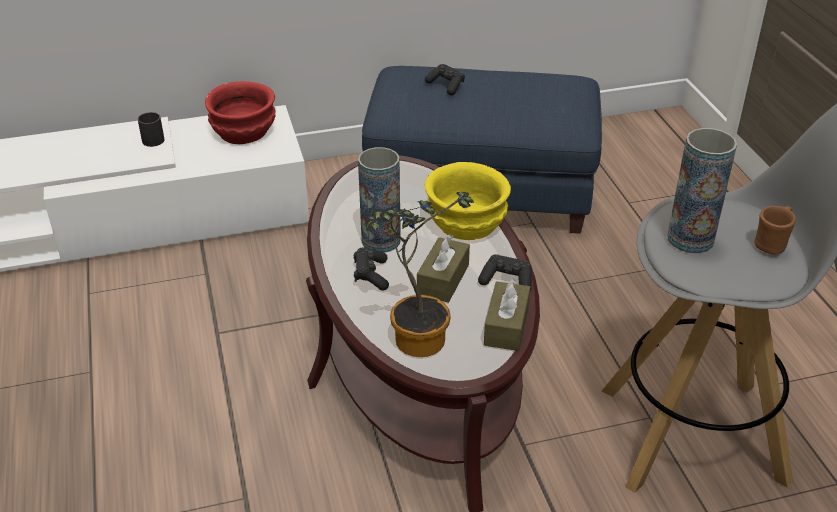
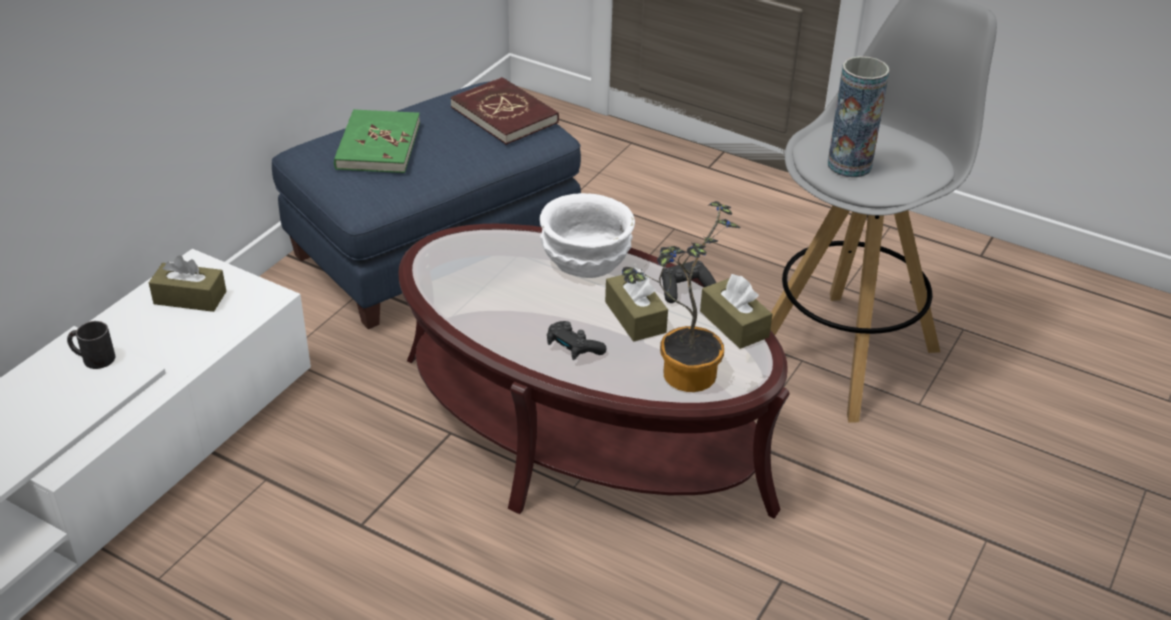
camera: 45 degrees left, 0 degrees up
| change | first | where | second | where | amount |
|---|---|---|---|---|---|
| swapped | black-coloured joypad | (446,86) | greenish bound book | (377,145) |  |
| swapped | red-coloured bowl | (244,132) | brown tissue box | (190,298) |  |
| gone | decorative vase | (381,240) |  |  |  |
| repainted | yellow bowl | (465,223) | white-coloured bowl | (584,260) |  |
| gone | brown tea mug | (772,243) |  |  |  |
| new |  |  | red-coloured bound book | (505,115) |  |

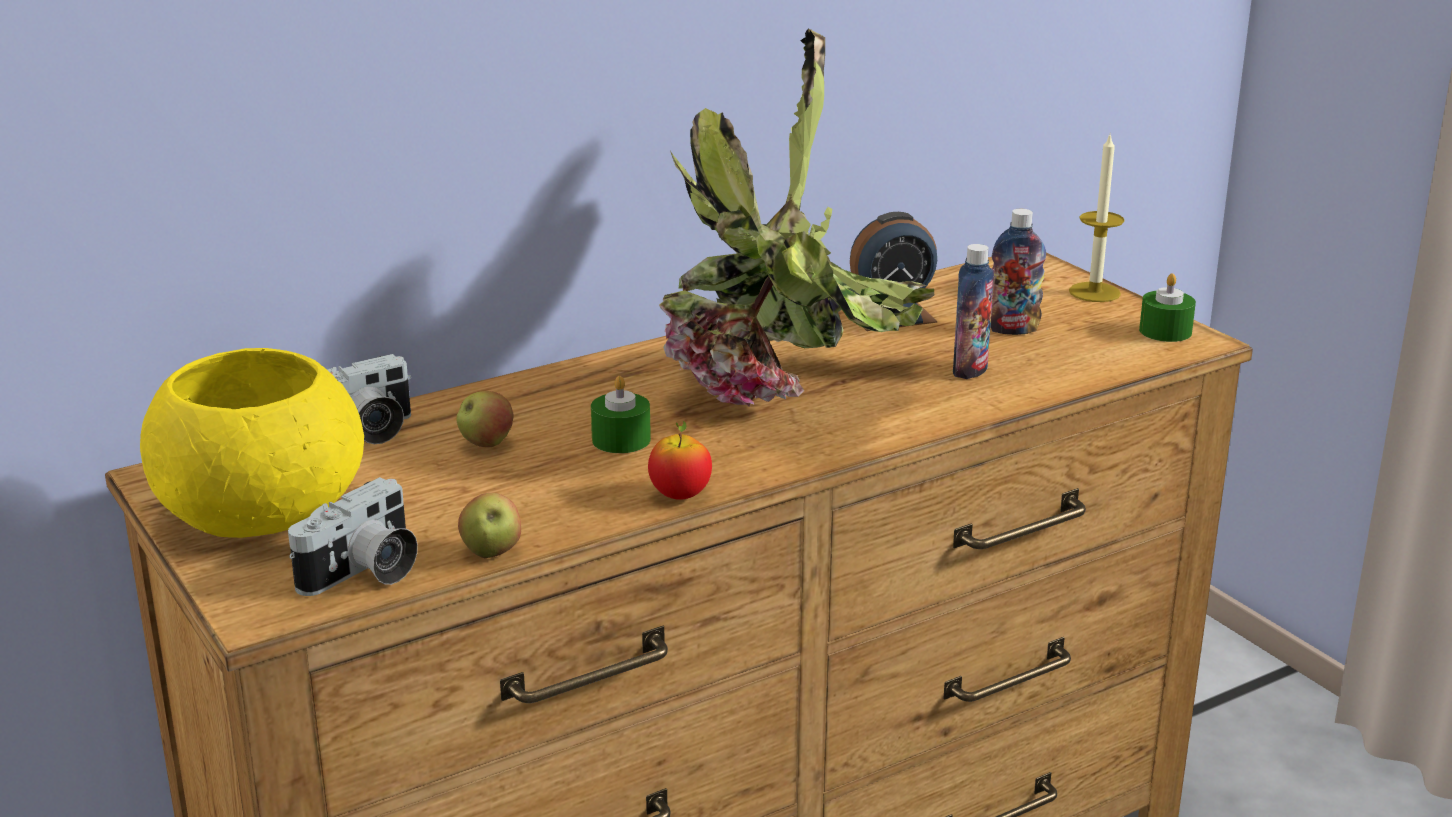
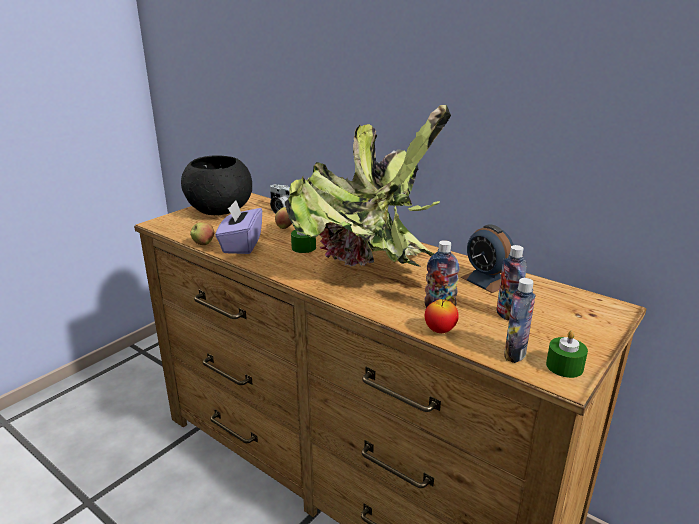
camera: 70 degrees right, 0 degrees up
| change | first | where | second | where | amount |
|---|---|---|---|---|---|
| gone | candle | (1094,292) |  |  |  |
| repainted | yellow bowl | (265,513) | black-coloured bowl | (220,211) |  |
| shifted | apple fruit | (680,495) |  | (440,330) |  |
| gone | still camera | (364,573) |  |  |  |
| new |  |  | purple-coloured tissue box | (241,245) |  |
| new |  |  | bottle | (515,354) |  |

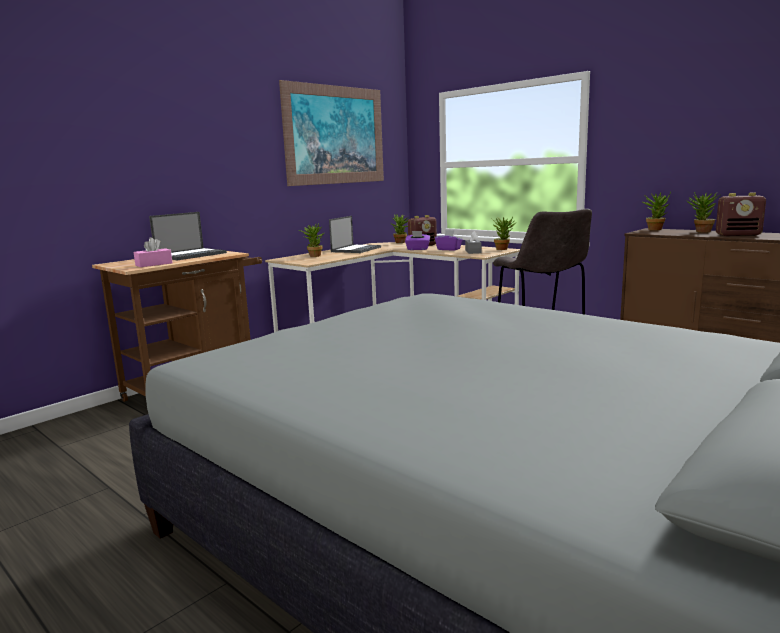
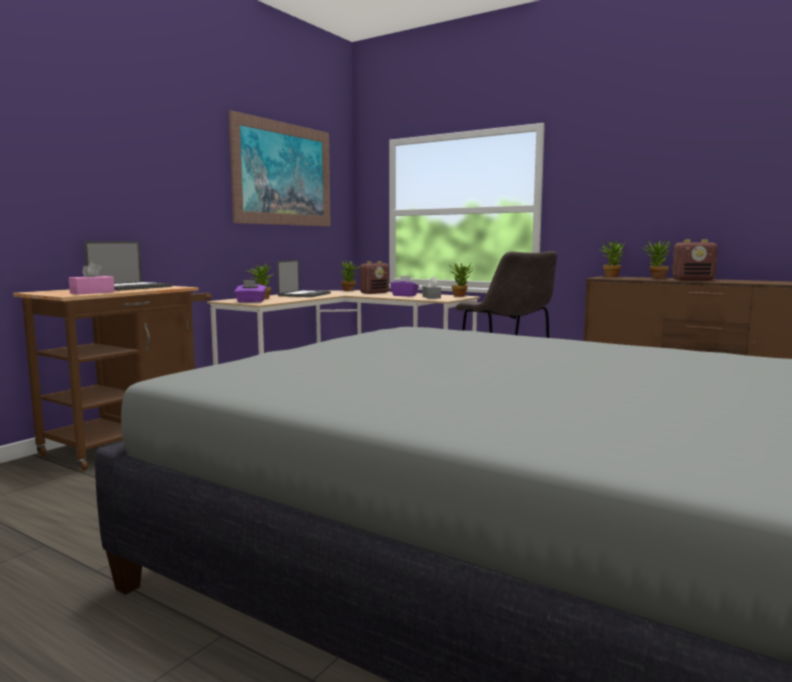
camera: 10 degrees left, 5 degrees down
| change | first | where | second | where | amount |
|---|---|---|---|---|---|
| shifted | purple-coloured tissue box | (417,249) |  | (250,302) |  |

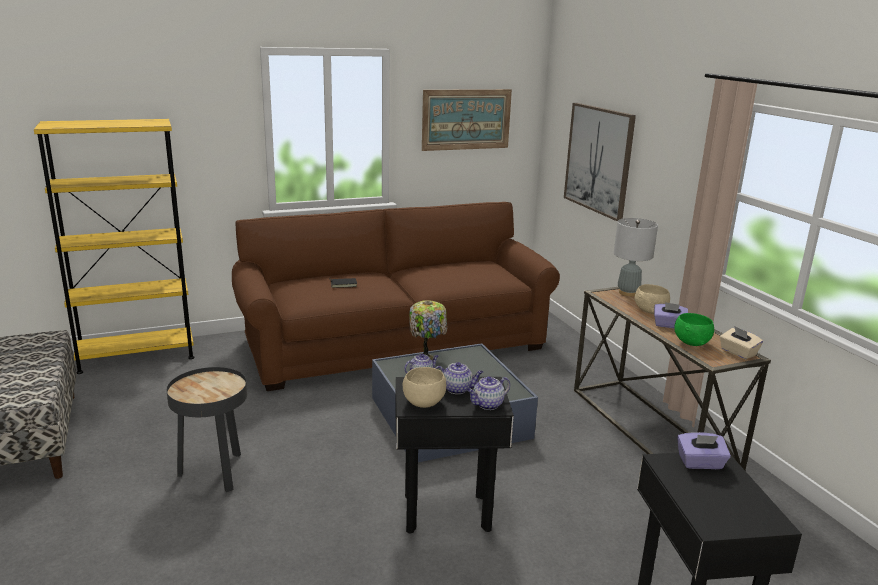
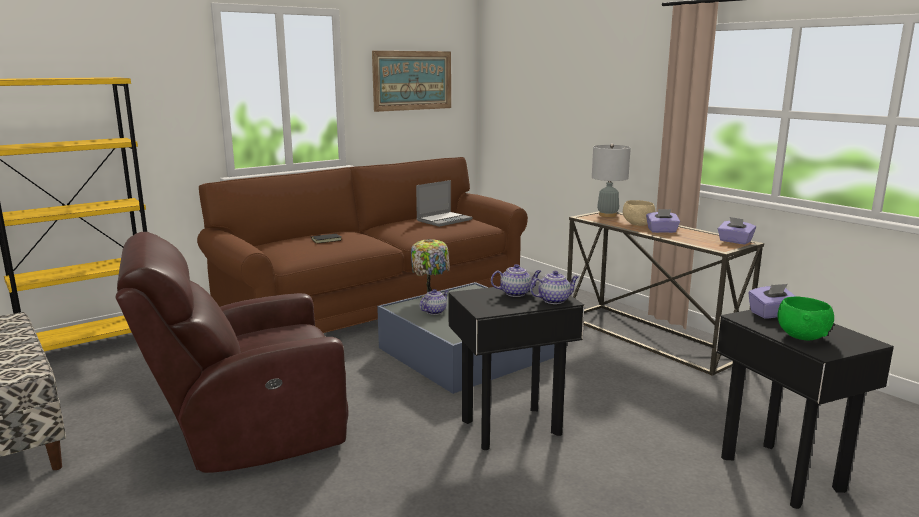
camera: 15 degrees left, 5 degrees down
| change | first | where | second | where | amount |
|---|---|---|---|---|---|
| gone | wall art | (598,159) |  |  |  |
| shifted | greenish bowl | (692,342) |  | (802,336) |  |
| repainted | beige tissue box | (738,353) | purple-coloured tissue box | (735,241) |  |
| swapped | black-coloured side table | (215,472) | brown lounge chair | (247,434) |  |
| gone | beige bowl | (424,403) |  |  |  |
| rotated | pot for tea | (487,405) |  | (554,300) | 150 degrees counterclockwise |
| new |  |  | laptop | (444,220) |  |

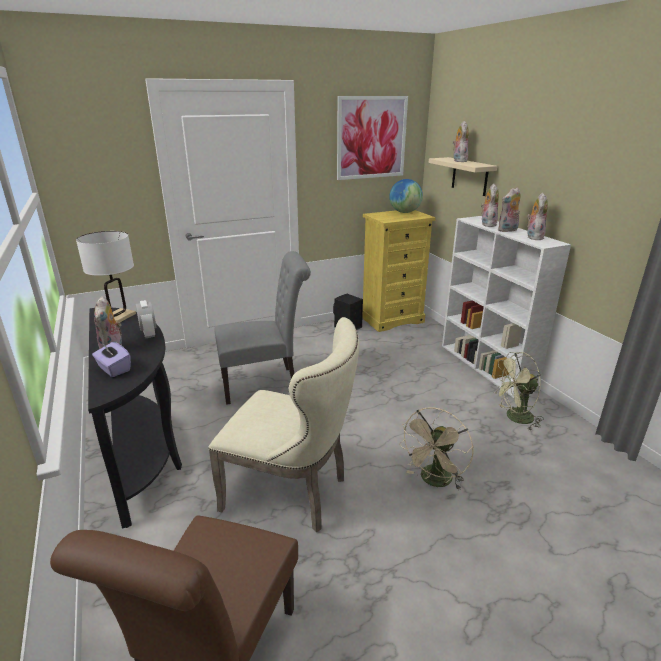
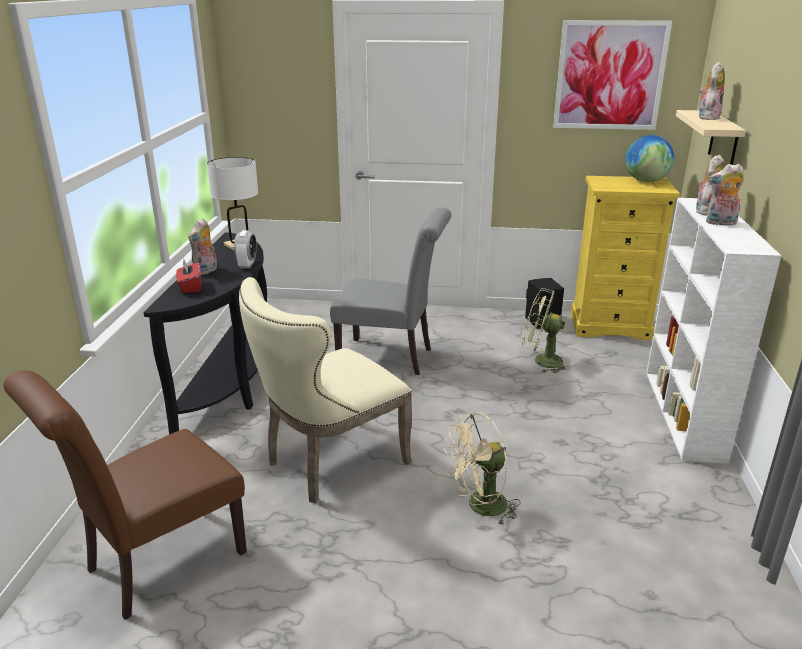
camera: 30 degrees right, 0 degrees up
| change | first | where | second | where | amount |
|---|---|---|---|---|---|
| gone | plush toy | (533,237) |  |  |  |
| rotated | beige chair | (293,492) |  | (328,464) | 90 degrees clockwise |
| repainted | purple-coloured tissue box | (114,369) | red-coloured tissue box | (190,287) |  |
| shifted | greenish electric fan | (514,418) |  | (541,361) |  |

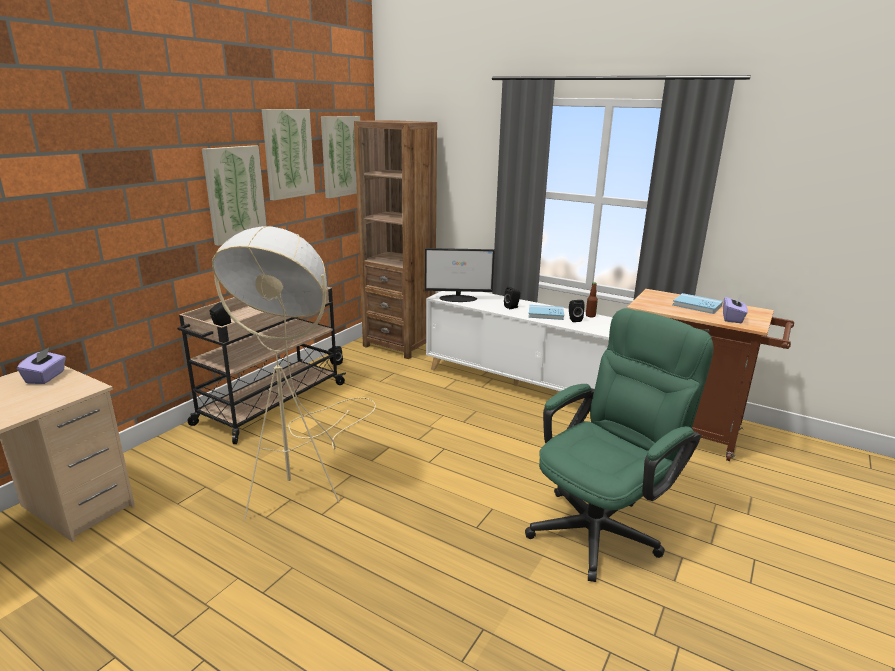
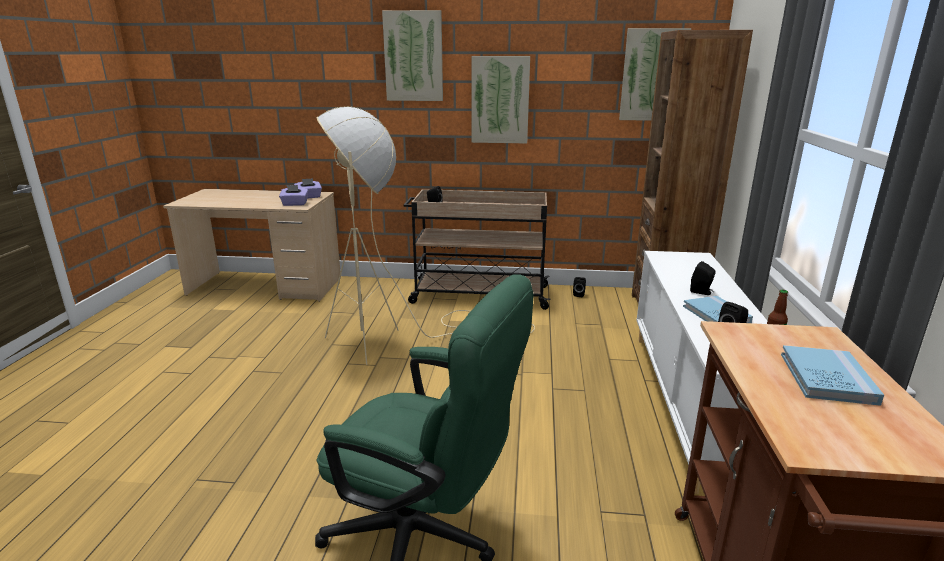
camera: 65 degrees right, 0 degrees up
| change | first | where | second | where | amount |
|---|---|---|---|---|---|
| shifted | wall art | (288,153) |  | (413,56) |  |
| gone | computer display | (458,298) |  |  |  |
| shifted | purple-coloured tissue box | (732,318) |  | (295,204) |  |

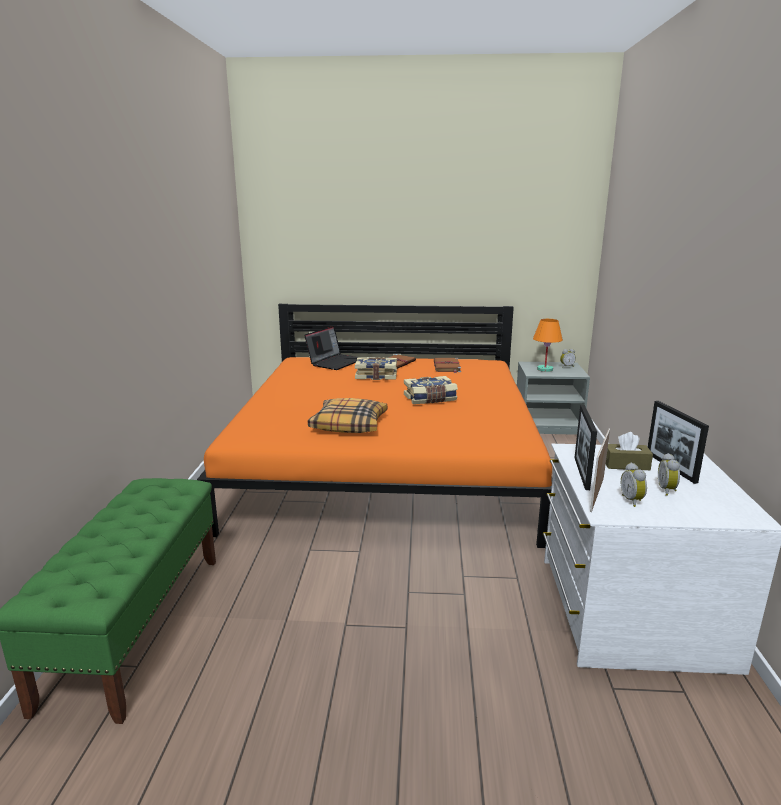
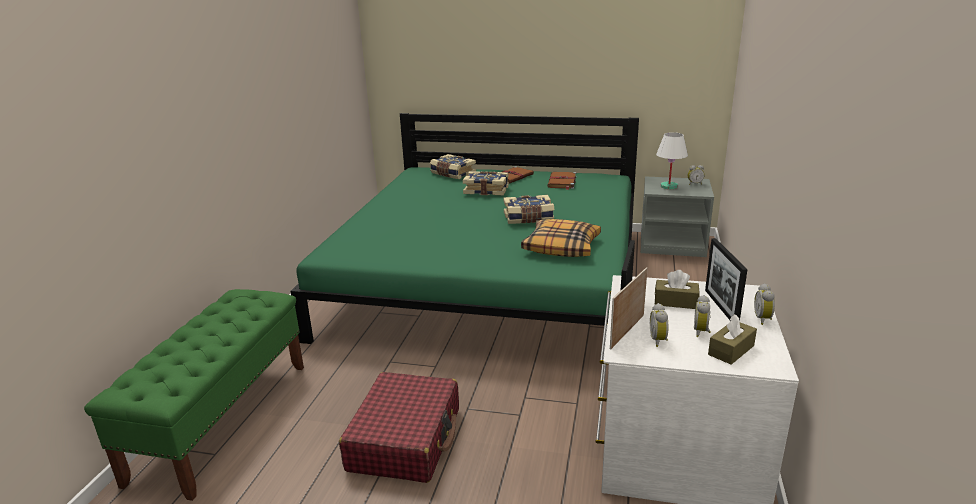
camera: 10 degrees right, 5 degrees up
| change | first | where | second | where | amount |
|---|---|---|---|---|---|
| repainted | orange bedroom bed | (387,463) | greenish bedroom bed | (491,279) |  |
| repainted | orange table lamp | (544,369) | white-coloured table lamp | (668,186) |  |
| swapped | laptop | (335,362) | bound book | (452,174) |  |
| shifted | pillow | (349,424) |  | (562,247) |  |
| new |  |  | bedside clock | (763,319) |  |
| new |  |  | brown tissue box | (731,350) |  |
| new |  |  | red-coloured piece of luggage | (405,439) |  |

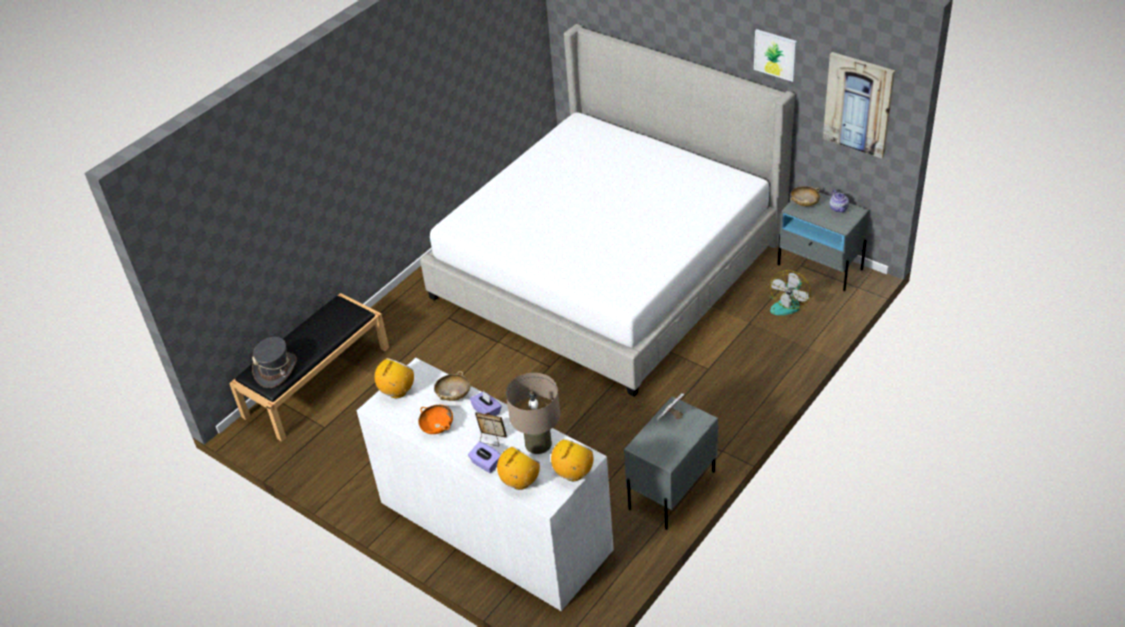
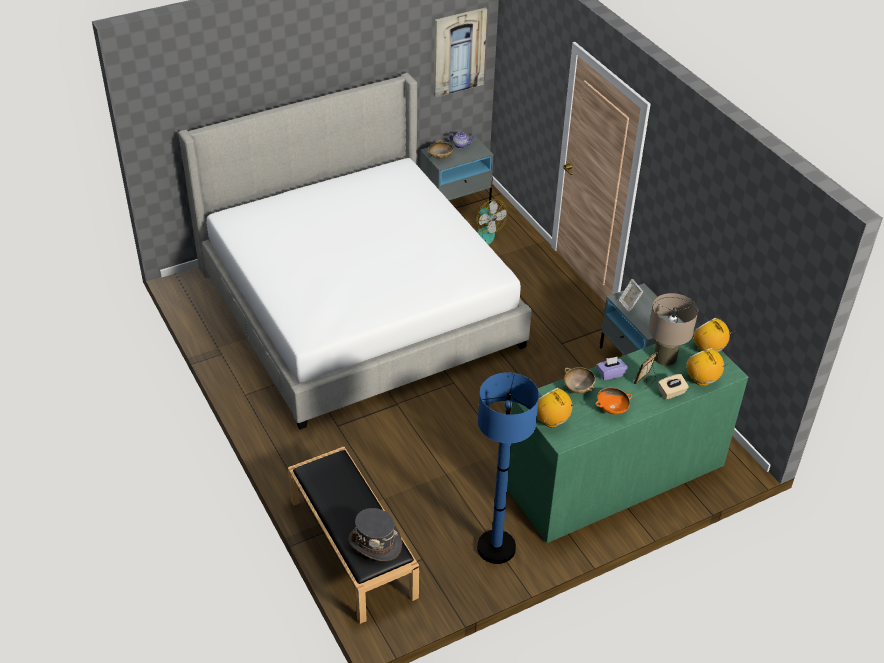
camera: 70 degrees left, 0 degrees up
| change | first | where | second | where | amount |
|---|---|---|---|---|---|
| gone | wall art | (775,54) |  |  |  |
| repainted | white-coloured dresser | (494,525) | greenish dresser | (615,476) |  |
| repainted | purple-coloured tissue box | (486,464) | beige tissue box | (671,393) |  |
| new |  |  | blue standard lamp | (496,548) |  |

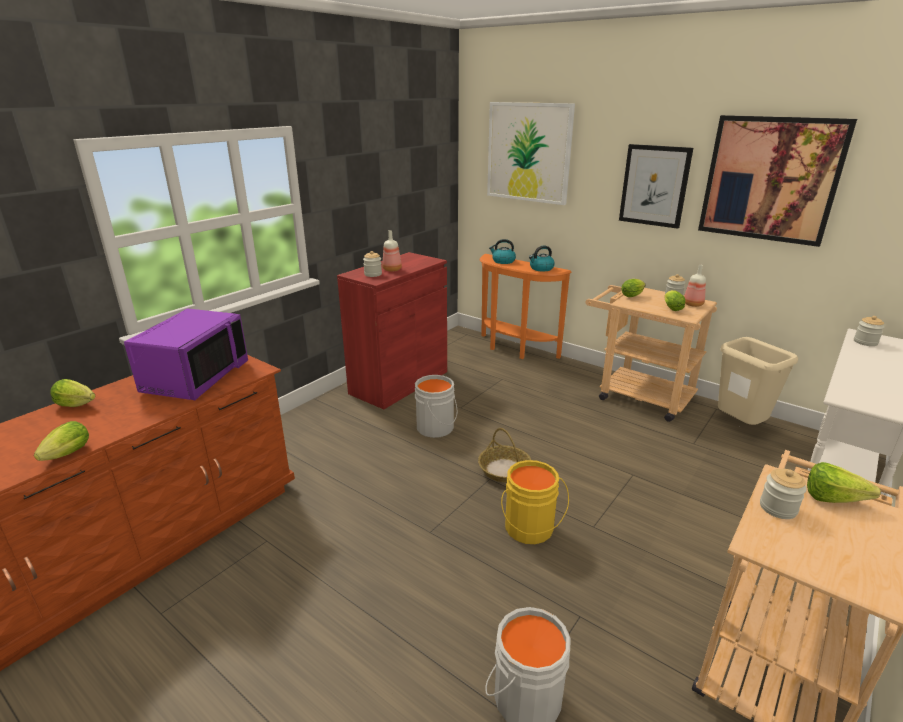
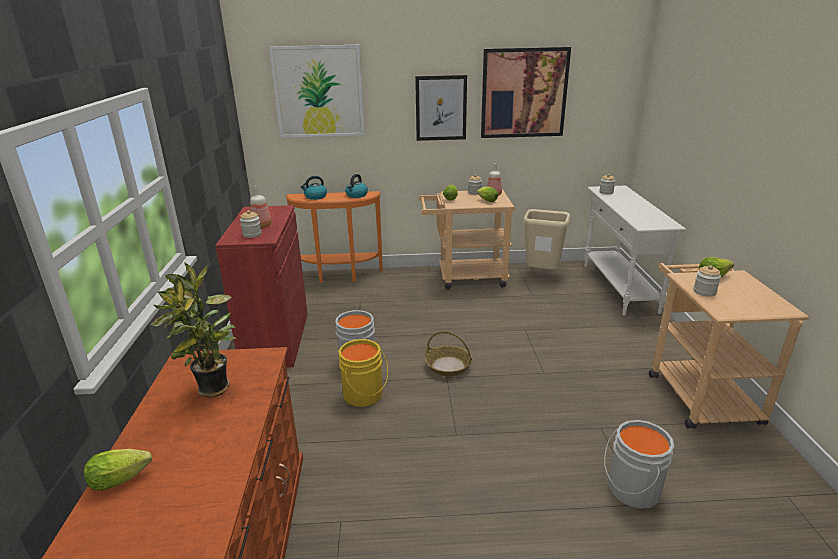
camera: 40 degrees left, 0 degrees up
| change | first | where | second | where | amount |
|---|---|---|---|---|---|
| swapped | purple-coloured microwave | (195,377) | plant in a pot | (213,391) |  |
| gone | head of lettuce | (65,456) |  |  |  |
| shifted | yellow water bucket | (530,529) |  | (364,395) |  |

